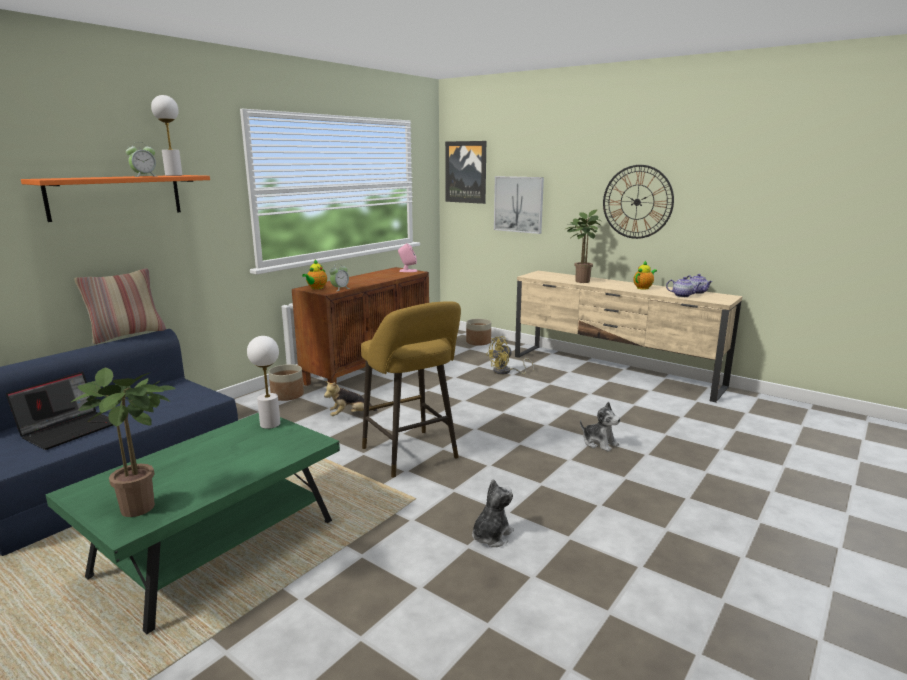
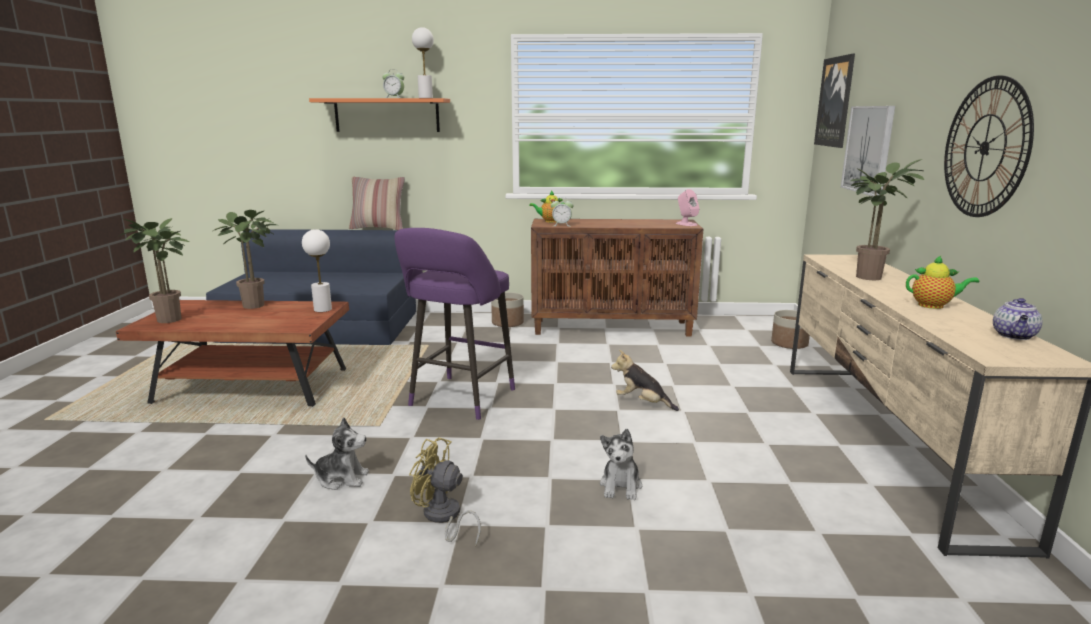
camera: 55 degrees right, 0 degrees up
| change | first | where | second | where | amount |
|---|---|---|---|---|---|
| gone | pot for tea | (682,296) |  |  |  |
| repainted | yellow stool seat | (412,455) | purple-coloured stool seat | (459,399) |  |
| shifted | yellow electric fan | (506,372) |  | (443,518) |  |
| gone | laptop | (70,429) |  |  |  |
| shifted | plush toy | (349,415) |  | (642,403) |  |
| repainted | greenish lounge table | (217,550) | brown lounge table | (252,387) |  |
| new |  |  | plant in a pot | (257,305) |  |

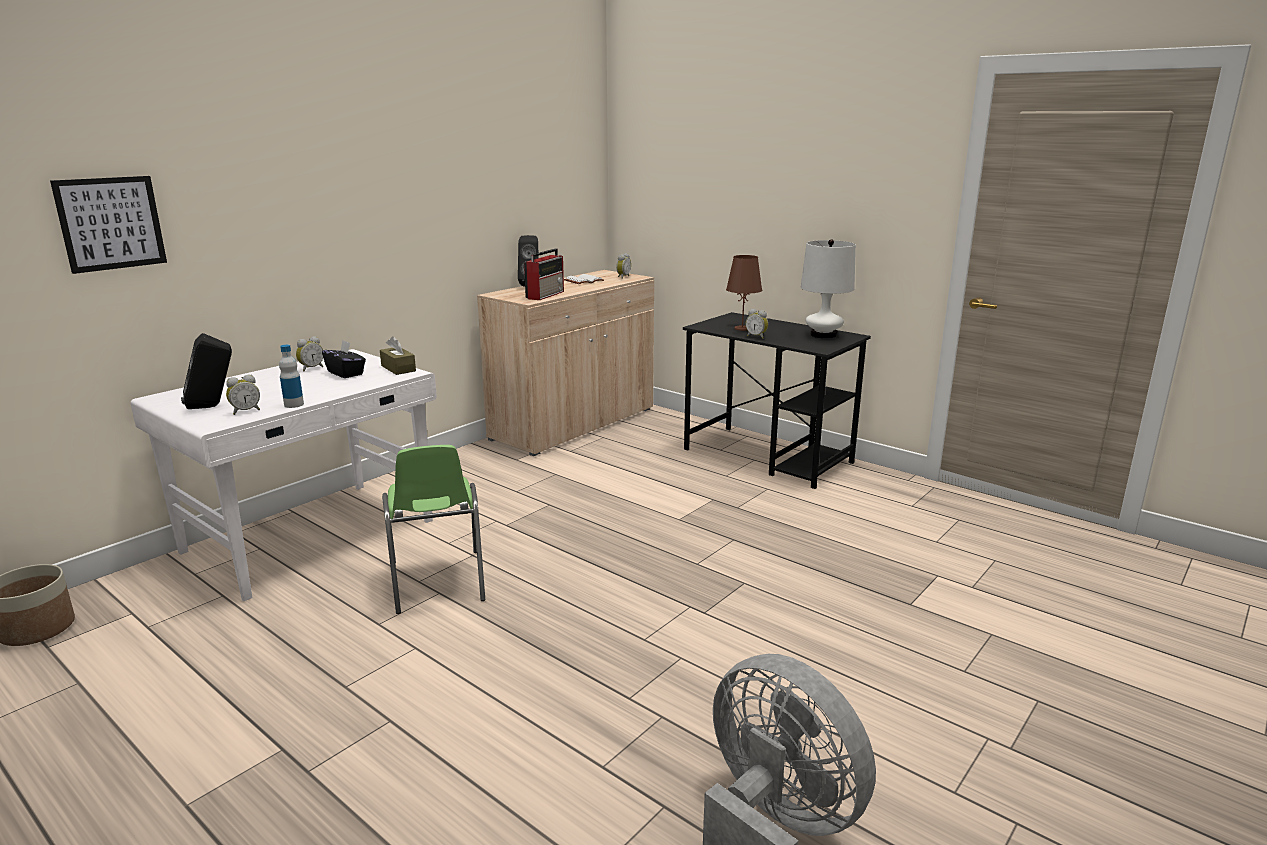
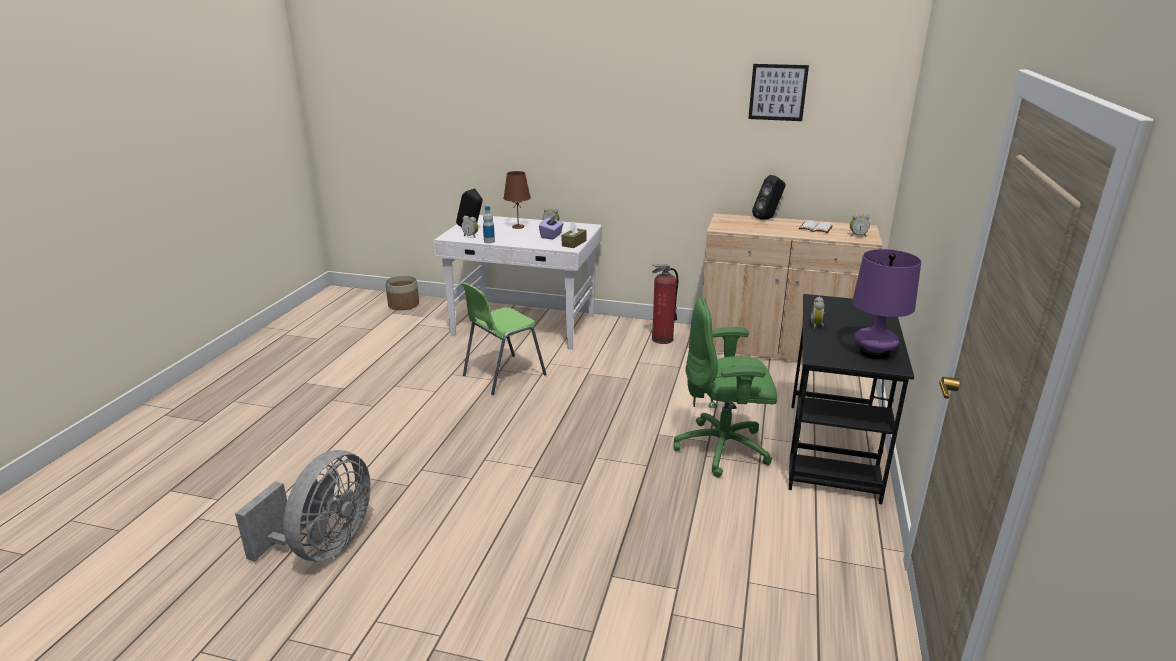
camera: 65 degrees right, 5 degrees up
| change | first | where | second | where | amount |
|---|---|---|---|---|---|
| shifted | wall art | (111,223) |  | (778,92) |  |
| repainted | white-coloured table lamp | (823,335) | purple-coloured table lamp | (874,353) |  |
| gone | radio set | (546,295) |  |  |  |
| shifted | brown table lamp | (742,328) |  | (518,227) |  |
| repainted | black-coloured tissue box | (346,373) | purple-coloured tissue box | (551,236) |  |
| new |  |  | fire extinguisher | (662,339) |  |
| new |  |  | greenish desk chair | (724,449) |  |

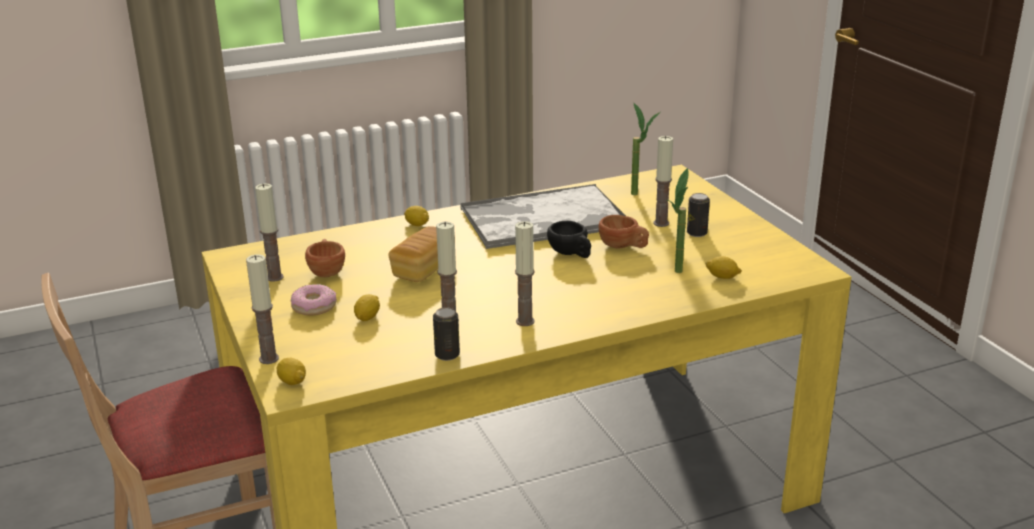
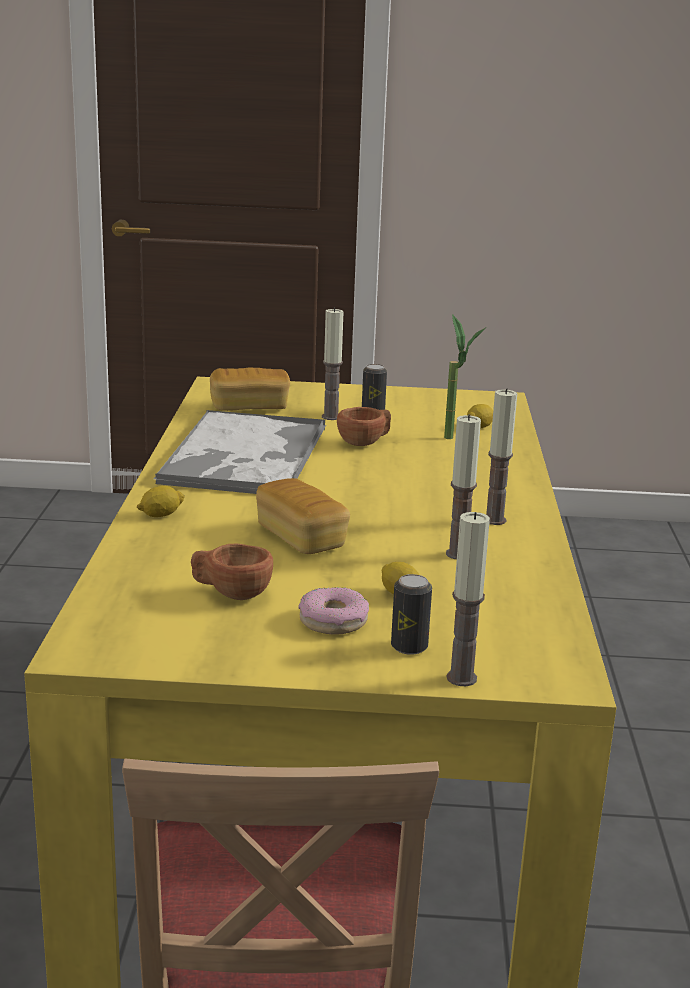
camera: 65 degrees left, 5 degrees down
| change | first | where | second | where | amount |
|---|---|---|---|---|---|
| swapped | plant in a pot | (640,195) | bread | (249,407) |  |
| gone | candle | (274,277) |  |  |  |
| gone | black-coloured cup | (571,254) |  |  |  |
| shifted | sealed can | (447,355) |  | (409,647) |  |
| gone | lemon | (292,381) |  |  |  |

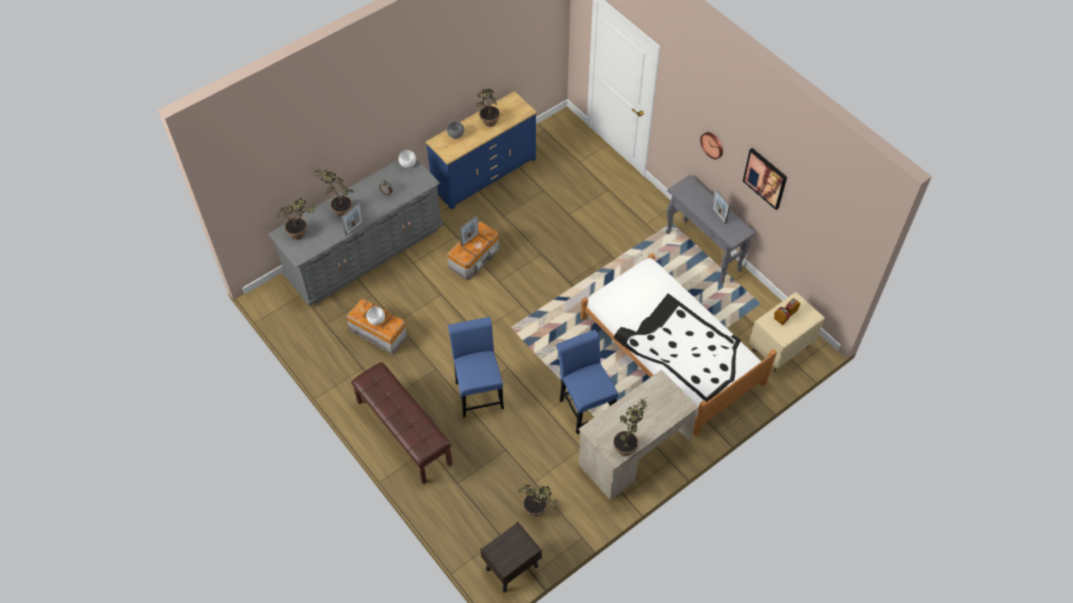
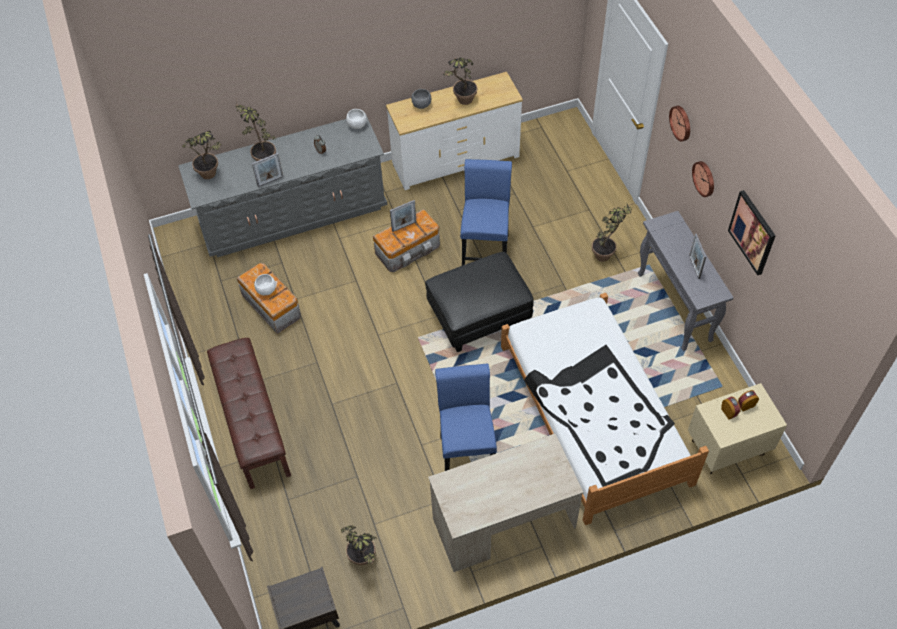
camera: 20 degrees right, 0 degrees up
| change | first | where | second | where | amount |
|---|---|---|---|---|---|
| repainted | blue dresser | (484,173) | white-coloured dresser | (455,159) |  |
| shifted | blue chair | (478,391) |  | (485,247) |  |
| shifted | plant in a pot | (627,445) |  | (606,253) |  |
| new |  |  | clock on the wall | (681,123) |  |
| new |  |  | black-coloured pouffe | (478,316) |  |

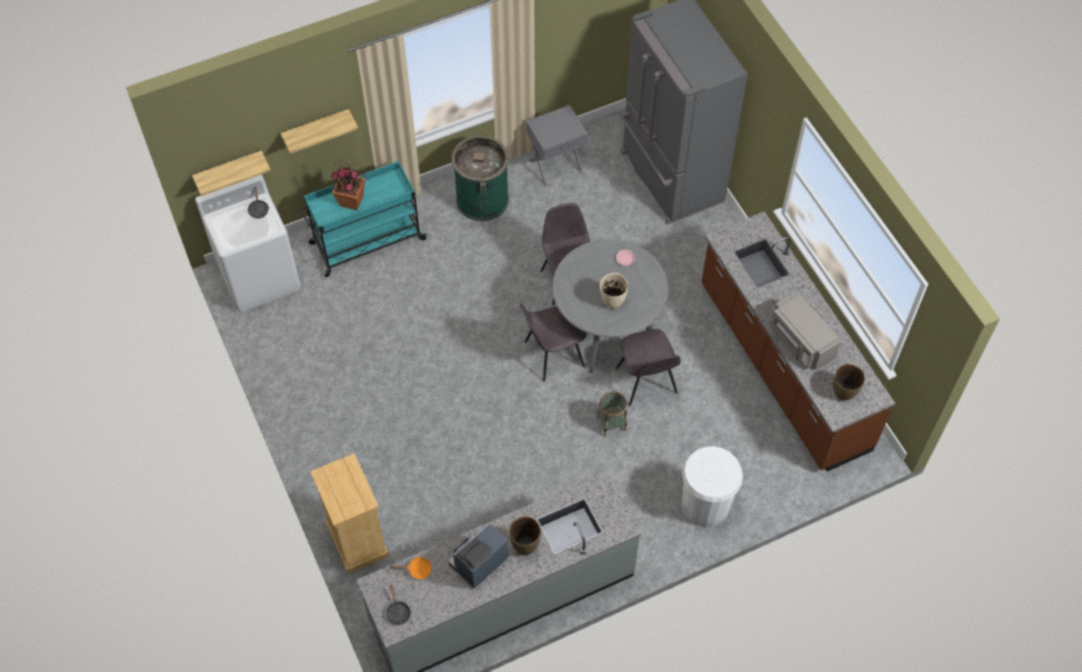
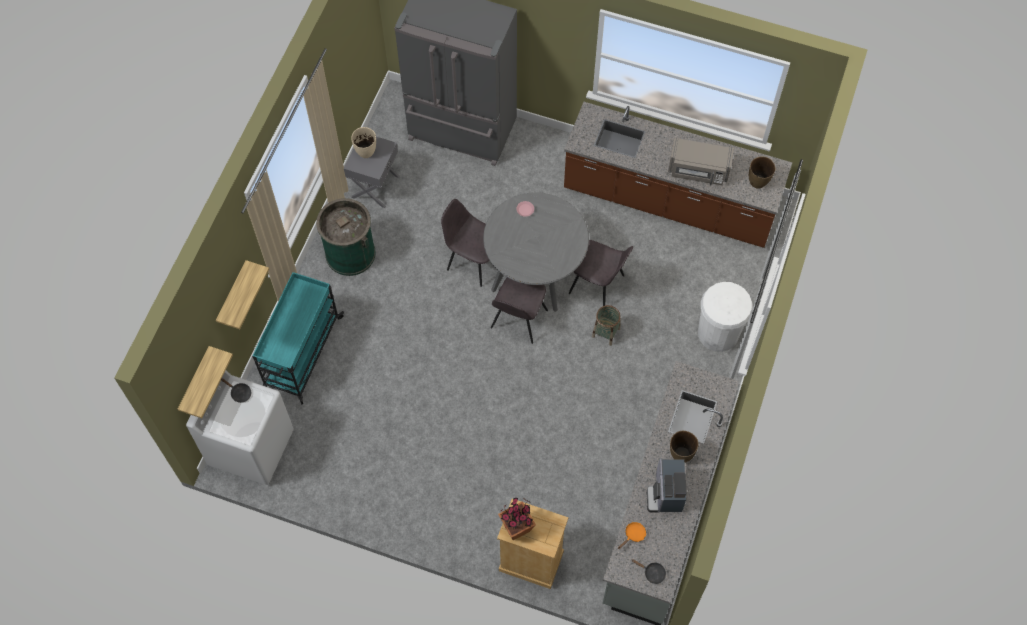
camera: 45 degrees left, 5 degrees up
| change | first | where | second | where | amount |
|---|---|---|---|---|---|
| shifted | plant in a pot | (352,201) |  | (517,527) |  |
| shifted | beige decorative vase | (612,302) |  | (366,152) |  |

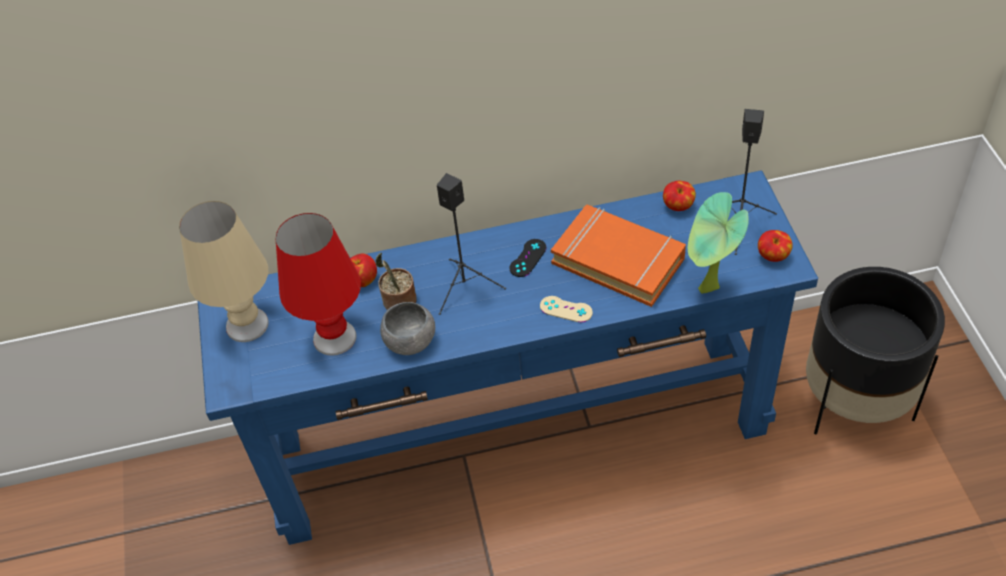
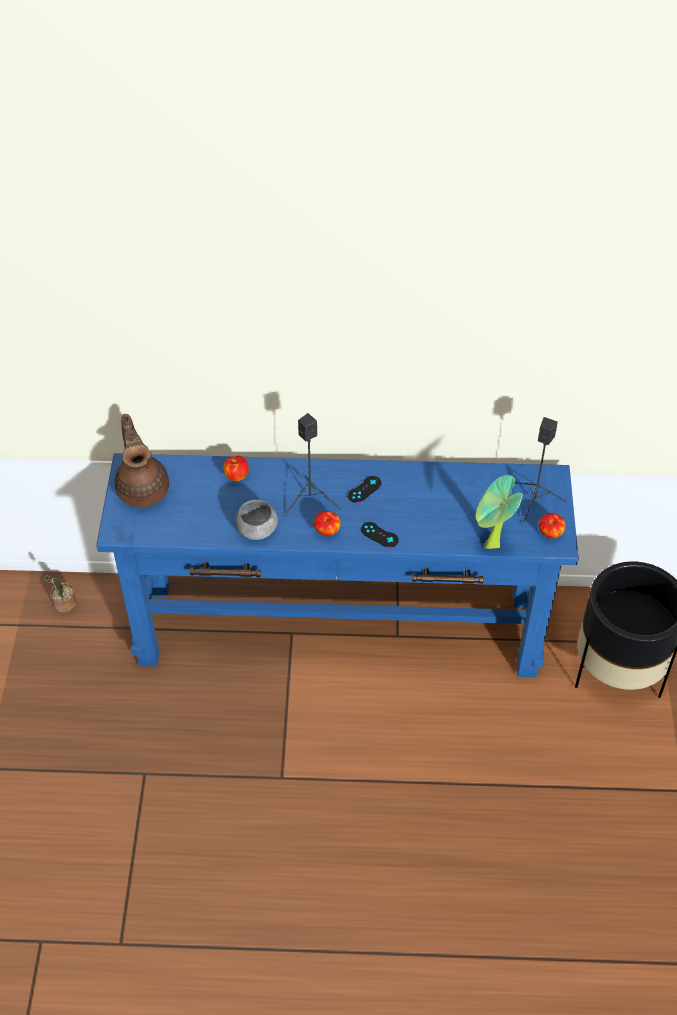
camera: 10 degrees right, 0 degrees up
| change | first | where | second | where | amount |
|---|---|---|---|---|---|
| shifted | apple fruit | (678,206) |  | (327,531) |  |
| swapped | beige table lamp | (247,324) | brown pot for tea | (143,488) |  |
| gone | orange bound book | (618,260) |  |  |  |
| gone | red-coloured table lamp | (334,338) |  |  |  |
| shifted | plant in a pot | (398,302) |  | (64,605) |  |
| repainted | beige joypad | (566,309) | black-coloured joypad | (379,535) |  |

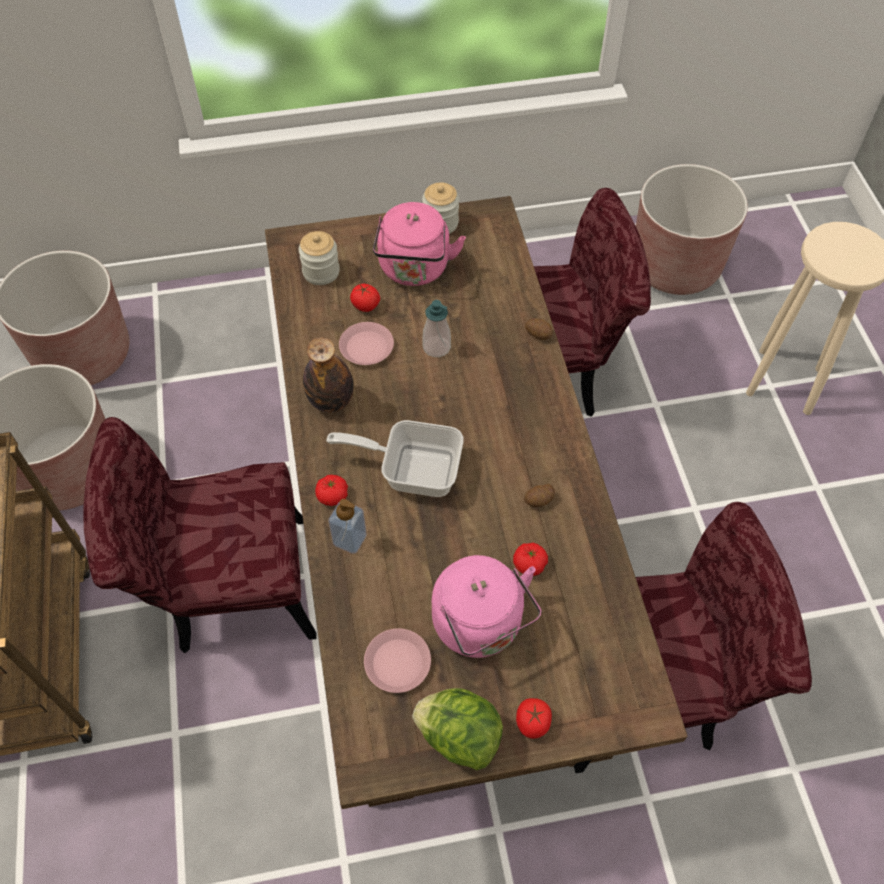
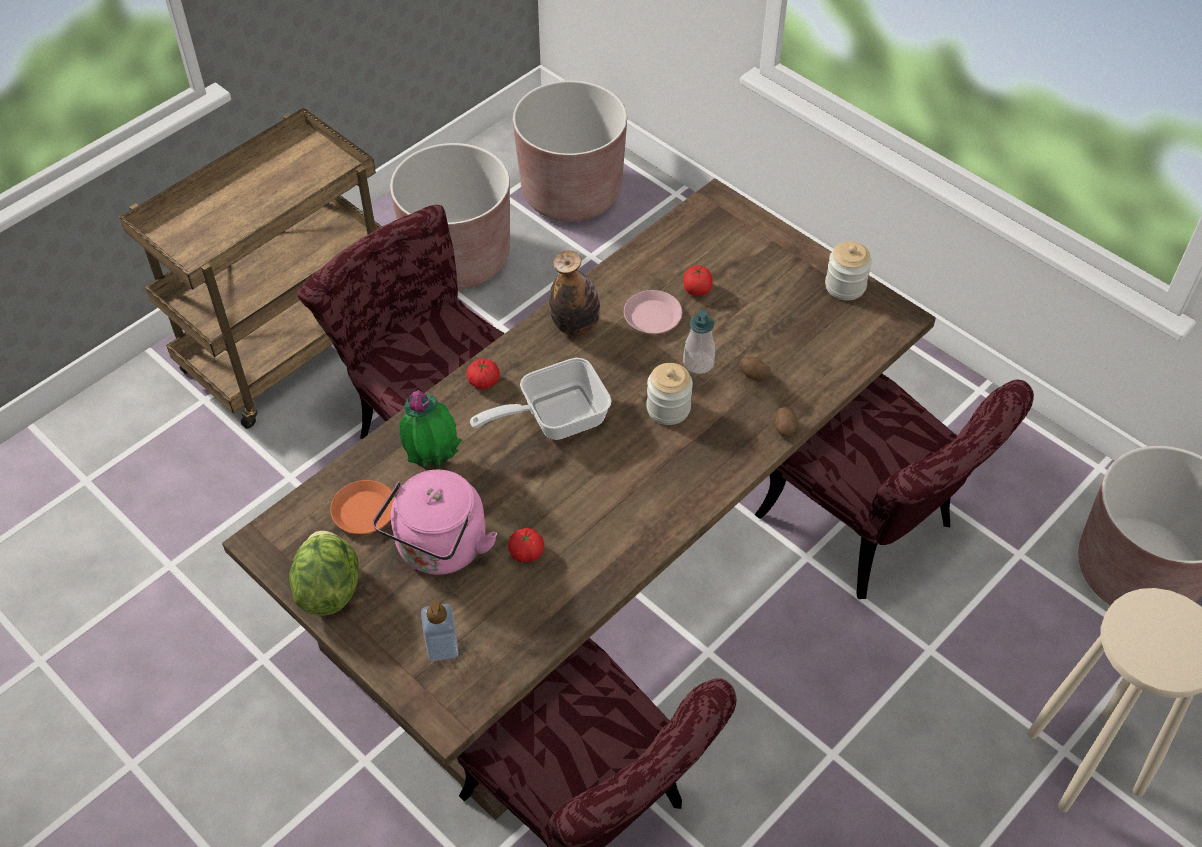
camera: 55 degrees right, 5 degrees down
| change | first | where | second | where | amount |
|---|---|---|---|---|---|
| gone | pink-coloured kettle | (414,270) |  |  |  |
| shifted | jar | (321,272) |  | (668,408) |  |
| rotated | pan | (411,469) |  | (554,418) | 90 degrees counterclockwise |
| shifted | spud | (539,500) |  | (753,375) |  |
| shifted | soap dispenser | (350,539) |  | (442,647) |  |
| repainted | pink-coloured dinner plate | (397,663) | orange dinner plate | (364,511) |  |
| gone | fresh tomato | (532,723) |  |  |  |
| new |  |  | plant in a pot | (433,461) |  |

